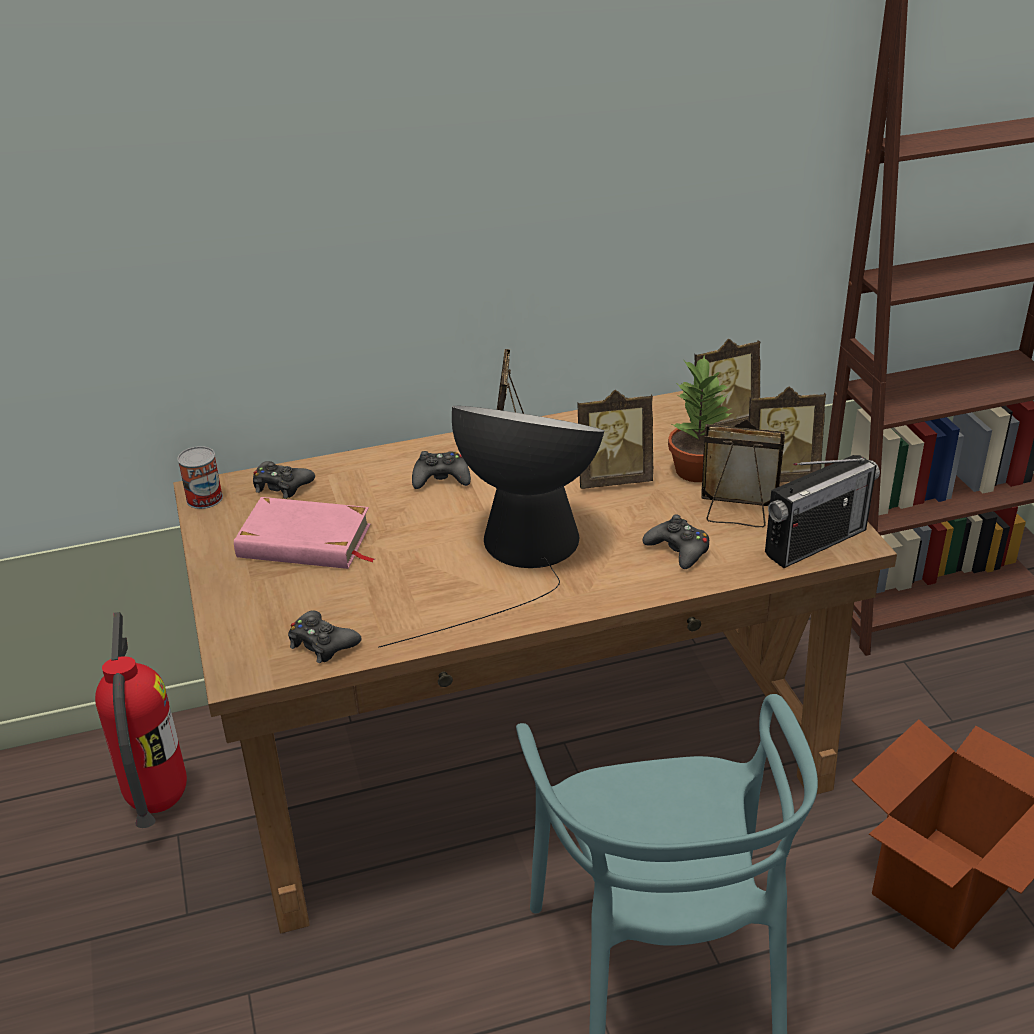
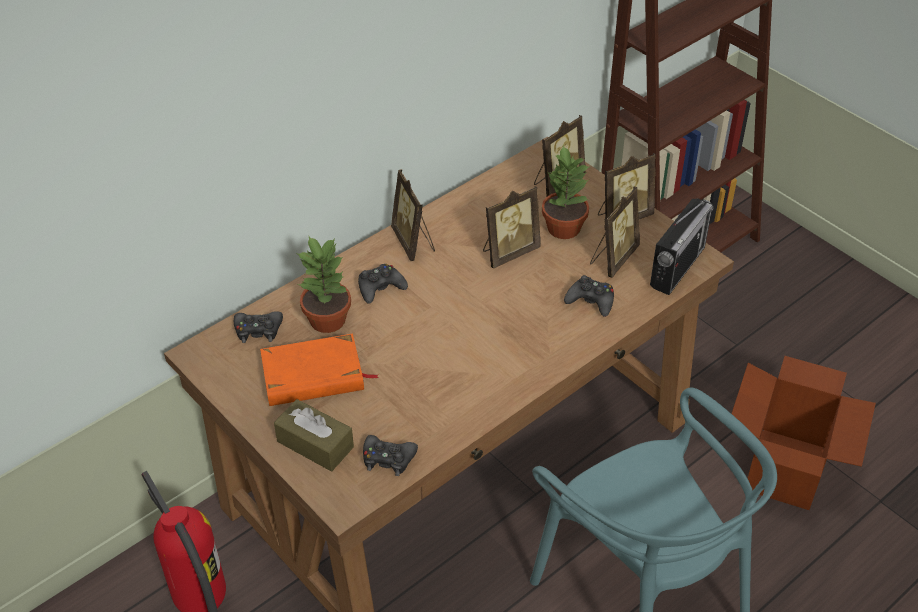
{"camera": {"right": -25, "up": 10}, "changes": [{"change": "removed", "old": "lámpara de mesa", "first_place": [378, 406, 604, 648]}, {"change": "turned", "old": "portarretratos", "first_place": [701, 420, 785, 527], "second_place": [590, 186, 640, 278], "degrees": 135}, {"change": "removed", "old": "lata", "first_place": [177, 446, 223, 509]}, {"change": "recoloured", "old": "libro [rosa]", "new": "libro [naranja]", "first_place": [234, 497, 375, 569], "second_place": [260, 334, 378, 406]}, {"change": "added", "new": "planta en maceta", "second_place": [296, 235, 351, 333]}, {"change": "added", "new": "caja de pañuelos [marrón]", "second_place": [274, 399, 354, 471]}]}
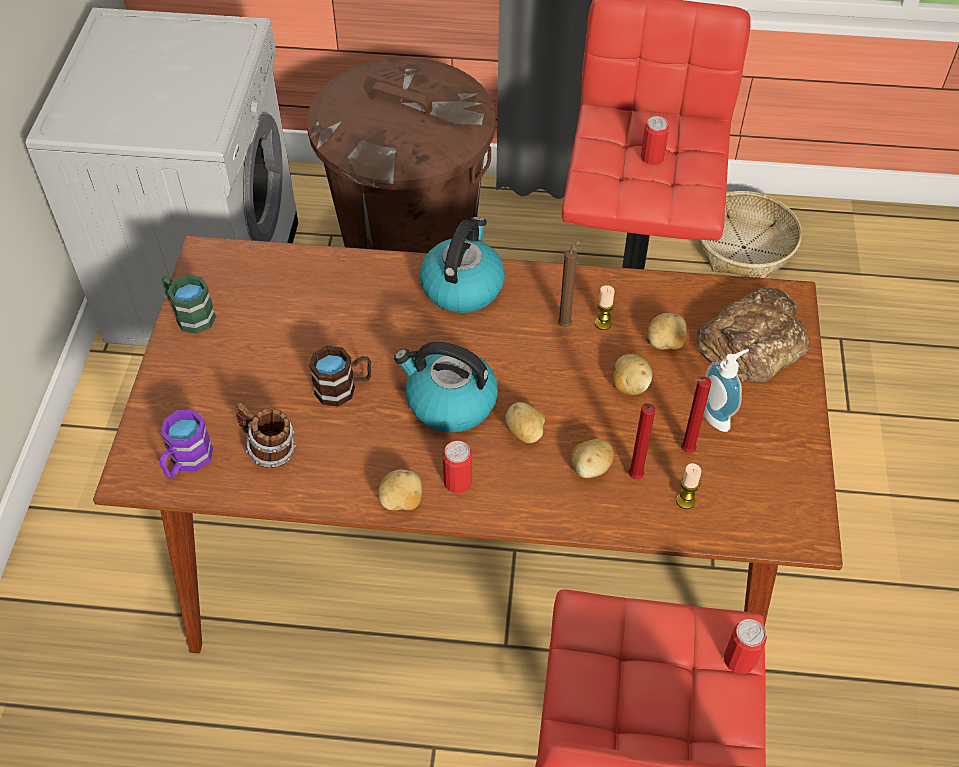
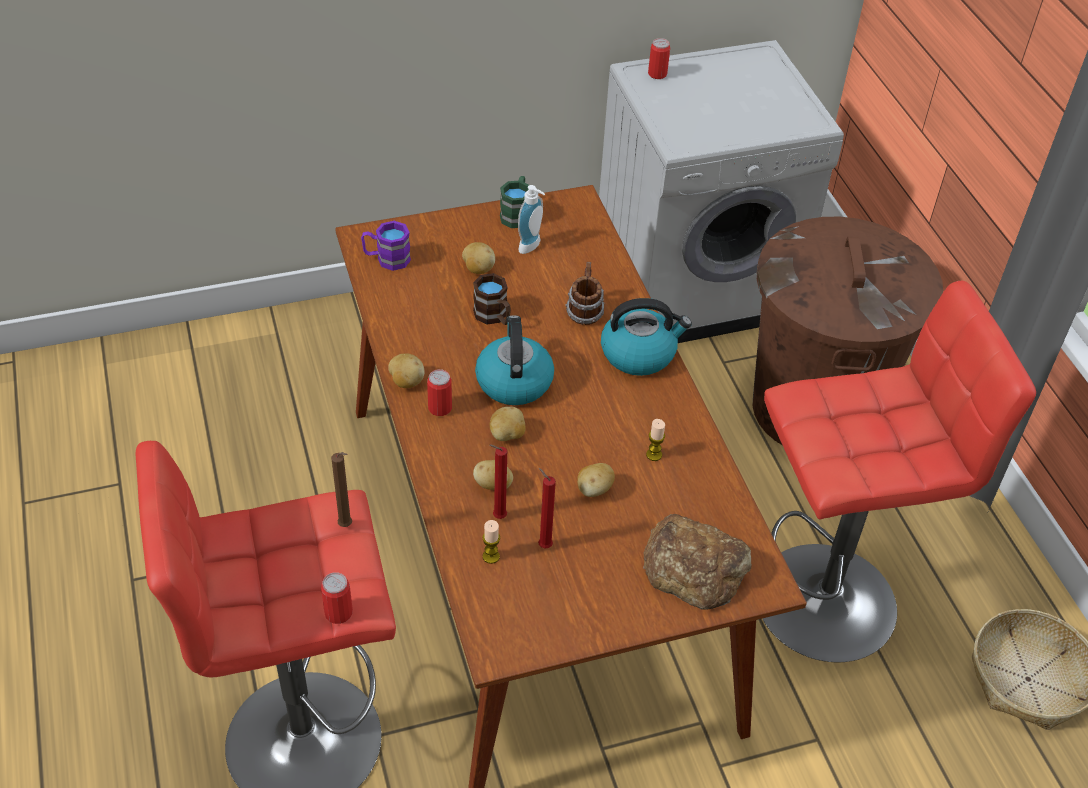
{"camera": {"right": 65, "up": -5}, "changes": [{"change": "moved", "old": "lata", "first_place": [641, 116, 669, 165], "second_place": [648, 38, 670, 79]}, {"change": "moved", "old": "vela [marrón]", "first_place": [558, 239, 582, 328], "second_place": [331, 452, 352, 527]}, {"change": "moved", "old": "patata", "first_place": [648, 313, 687, 350], "second_place": [462, 242, 495, 274]}, {"change": "moved", "old": "dispensador de jabón", "first_place": [703, 349, 749, 432], "second_place": [518, 185, 545, 254]}, {"change": "moved", "old": "taza grande", "first_place": [236, 403, 296, 468], "second_place": [565, 262, 605, 325]}]}
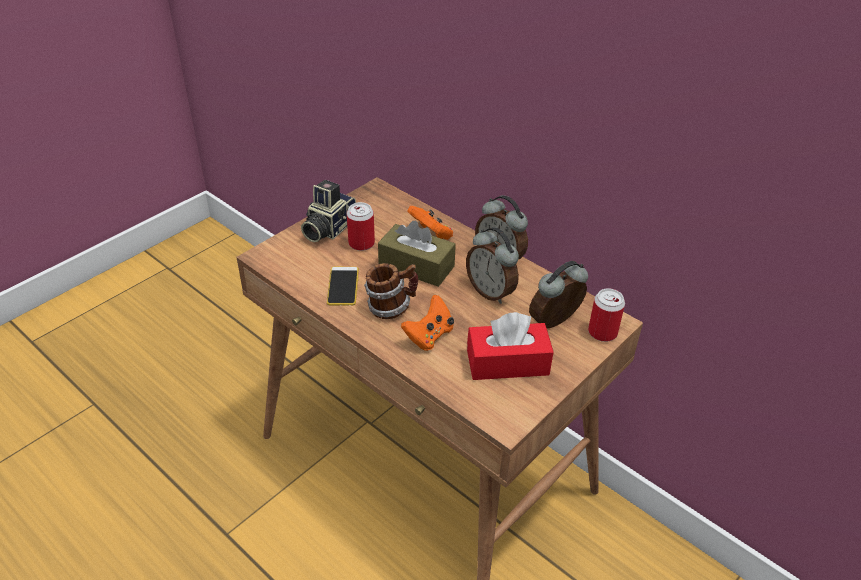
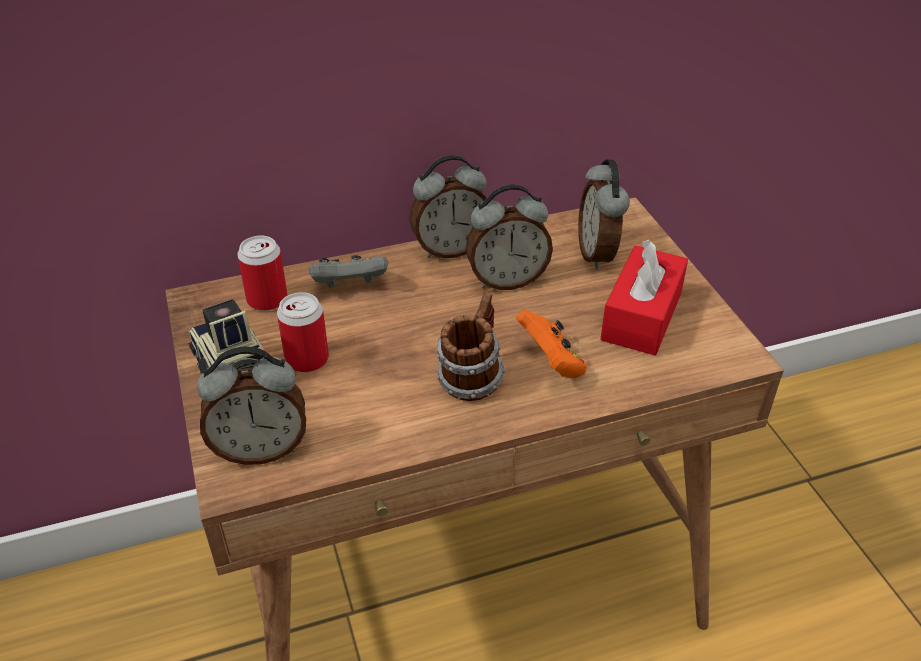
{"camera": {"right": -60, "up": 0}, "changes": [{"change": "recoloured", "old": "mando de consola [naranja]", "new": "mando de consola [gris]", "first_place": [407, 206, 453, 240], "second_place": [309, 255, 388, 288]}, {"change": "removed", "old": "caja de pañuelos [marrón]", "first_place": [378, 221, 456, 287]}, {"change": "removed", "old": "móvil", "first_place": [327, 267, 359, 306]}, {"change": "moved", "old": "lata", "first_place": [588, 288, 625, 342], "second_place": [237, 235, 287, 311]}, {"change": "added", "new": "despertador", "second_place": [197, 347, 306, 465]}]}
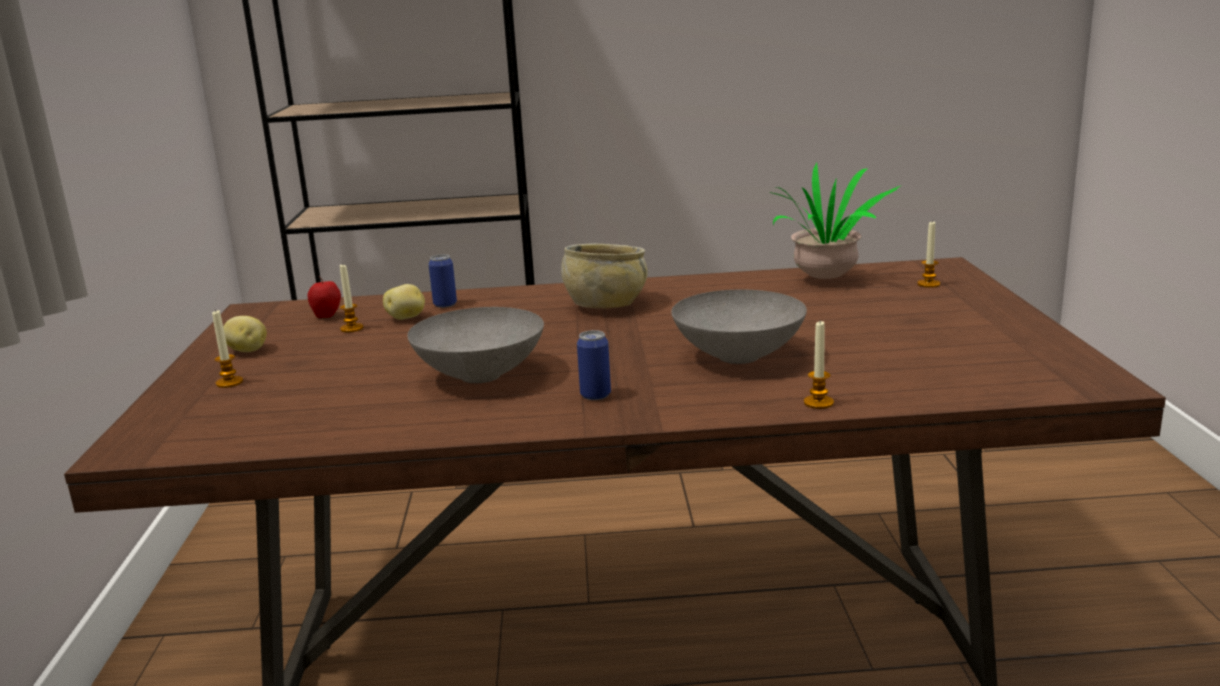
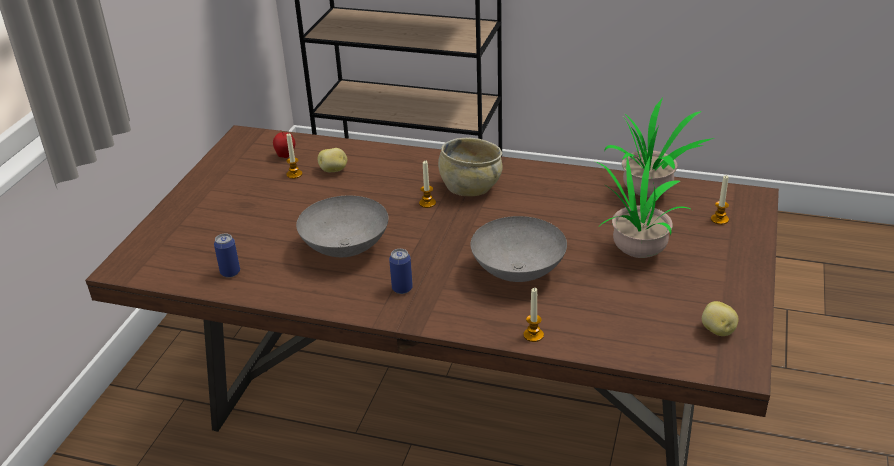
{"camera": {"right": 20, "up": 15}, "changes": [{"change": "moved", "old": "lata", "first_place": [429, 254, 457, 308], "second_place": [214, 233, 240, 278]}, {"change": "moved", "old": "vela", "first_place": [212, 309, 243, 388], "second_place": [419, 161, 436, 208]}, {"change": "moved", "old": "patata", "first_place": [223, 316, 267, 352], "second_place": [702, 301, 739, 336]}, {"change": "added", "new": "planta en maceta", "second_place": [593, 156, 692, 258]}]}
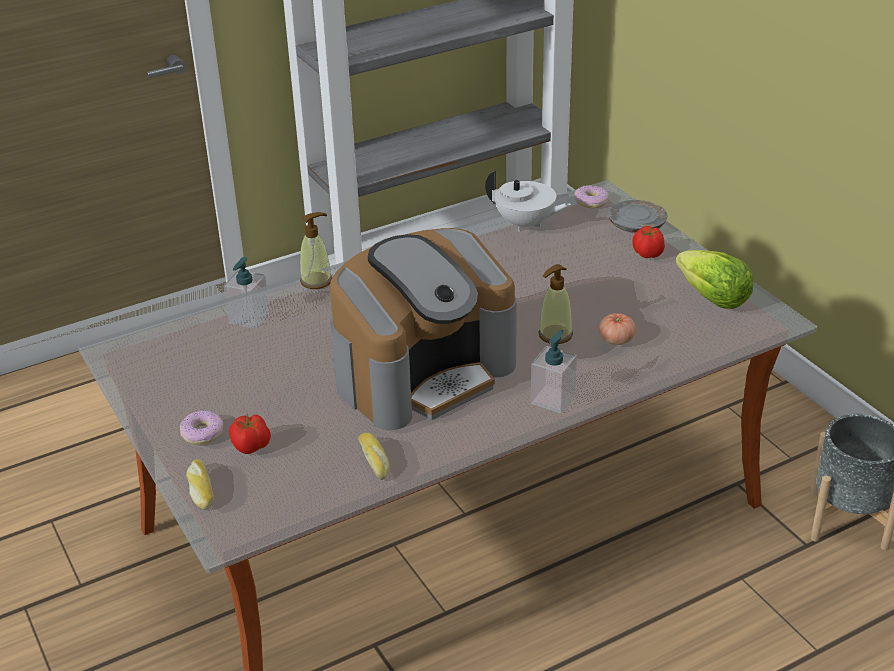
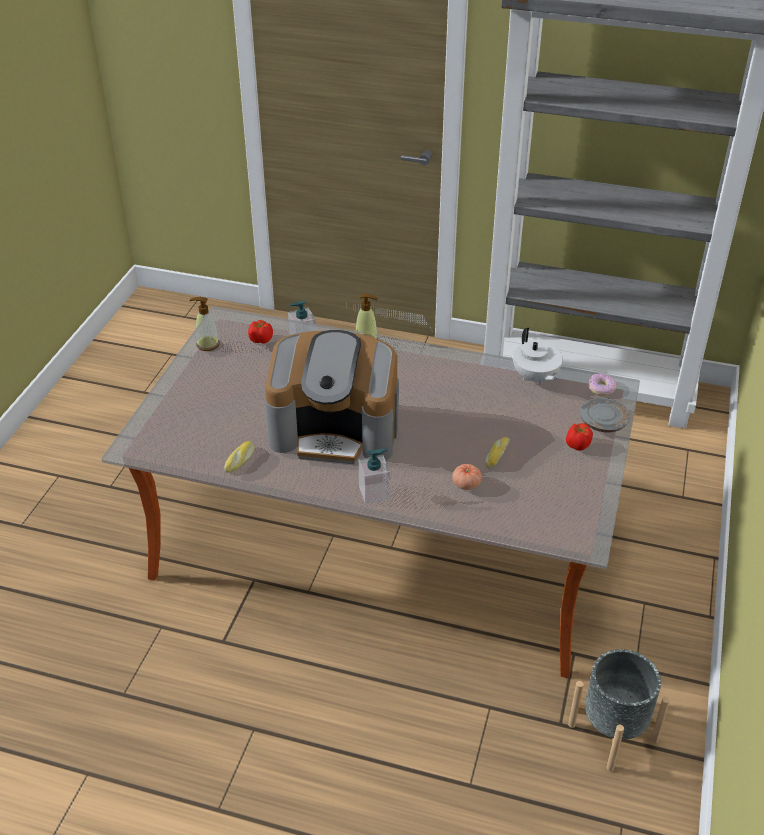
{"camera": {"right": 45, "up": 5}, "changes": [{"change": "removed", "old": "lechuga", "first_place": [675, 250, 753, 309]}, {"change": "moved", "old": "dispensador de jabón", "first_place": [538, 264, 573, 344], "second_place": [189, 297, 220, 351]}, {"change": "removed", "old": "rosquilla", "first_place": [180, 410, 223, 445]}, {"change": "moved", "old": "tomate", "first_place": [229, 414, 271, 454], "second_place": [248, 320, 273, 344]}, {"change": "moved", "old": "pan", "first_place": [186, 459, 214, 509], "second_place": [485, 437, 510, 469]}]}
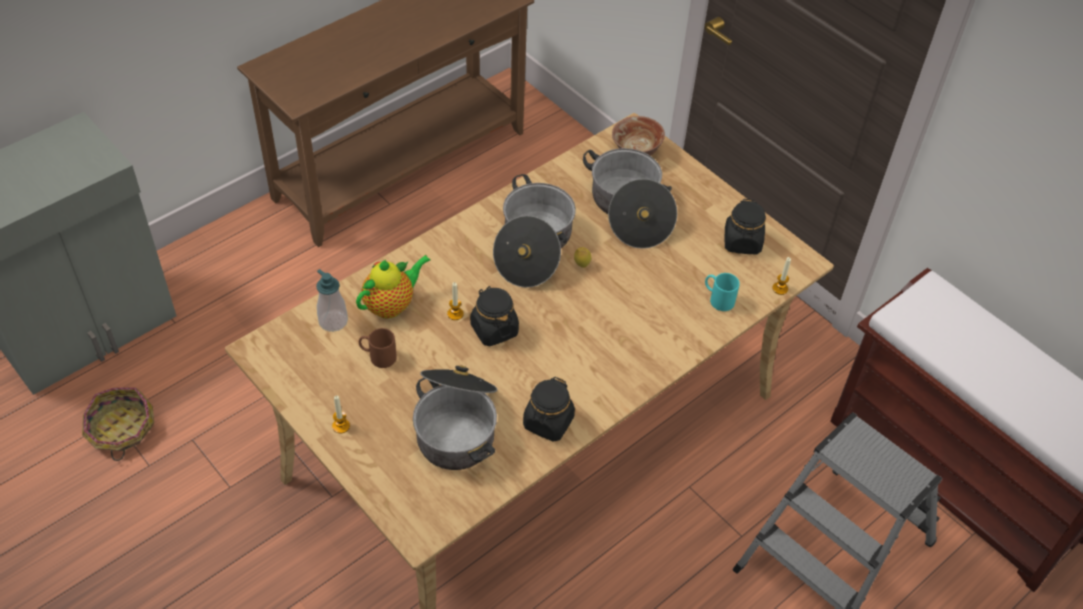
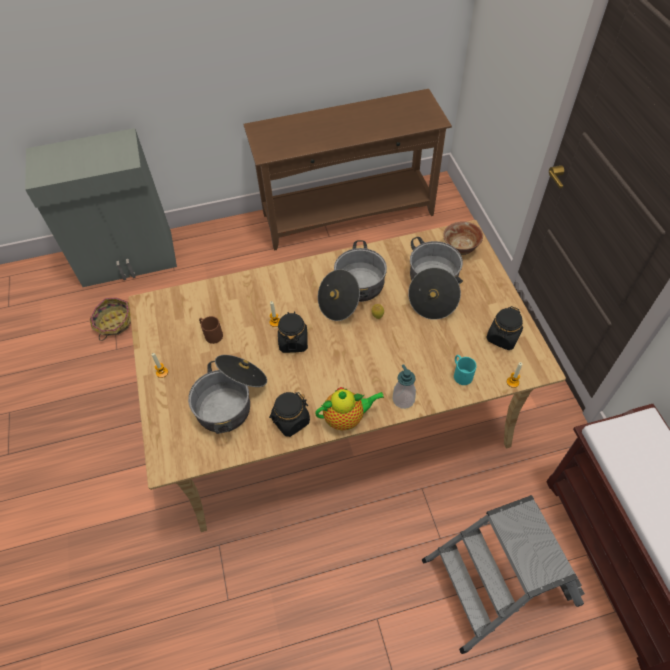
{"camera": {"right": 30, "up": 5}, "changes": [{"change": "moved", "old": "tetera", "first_place": [356, 255, 431, 319], "second_place": [315, 387, 384, 430]}, {"change": "moved", "old": "dispensador de jabón", "first_place": [316, 269, 348, 332], "second_place": [392, 365, 416, 409]}]}
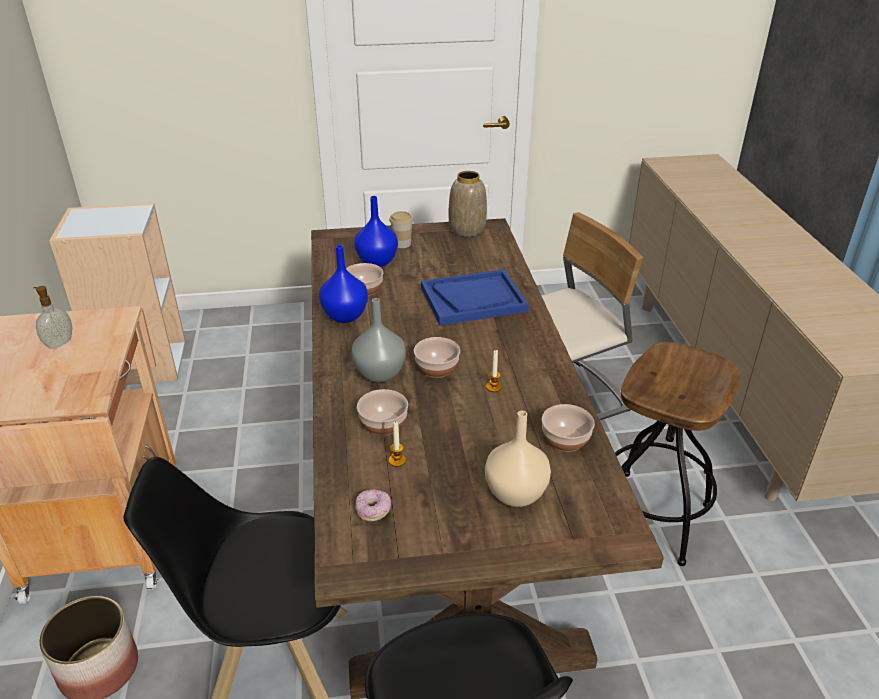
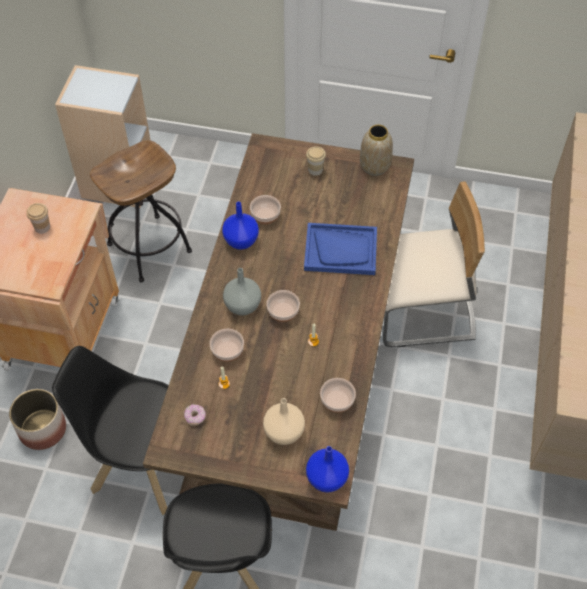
{"camera": {"right": 20, "up": 20}, "changes": [{"change": "moved", "old": "florero [azul]", "first_place": [354, 196, 398, 267], "second_place": [306, 446, 349, 493]}, {"change": "replaced", "old": "dispensador de jabón", "new": "taza", "first_place": [33, 286, 72, 349], "second_place": [26, 203, 50, 234]}, {"change": "moved", "old": "taburete [marrón]", "first_place": [615, 342, 740, 566], "second_place": [90, 140, 192, 282]}]}
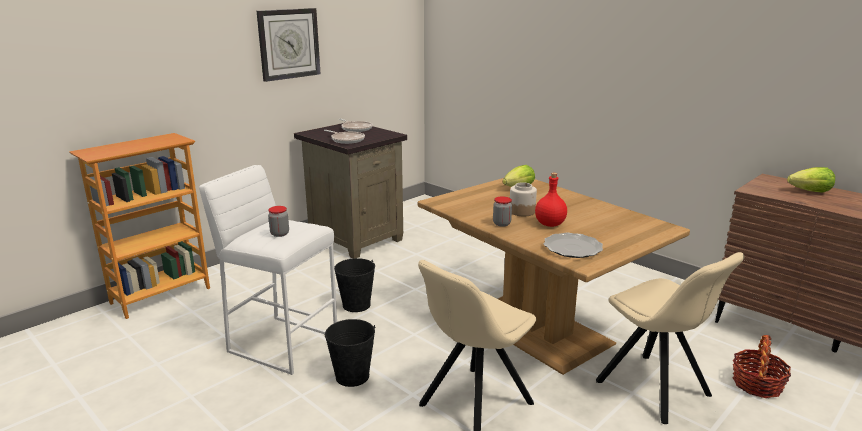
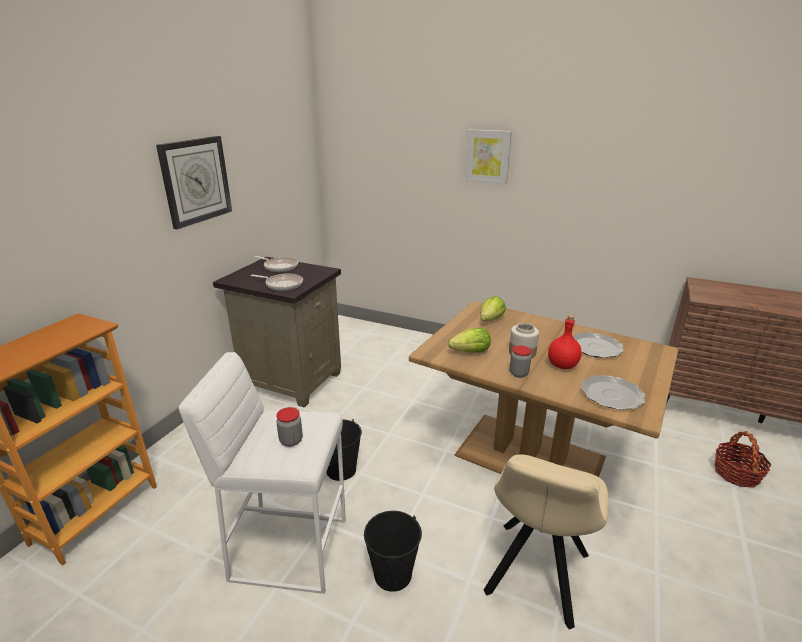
{"camera": {"right": -20, "up": 5}, "changes": [{"change": "moved", "old": "lechuga", "first_place": [787, 167, 835, 193], "second_place": [448, 328, 491, 353]}, {"change": "removed", "old": "silla [beis]", "first_place": [596, 252, 744, 424]}, {"change": "added", "new": "cuadro", "second_place": [465, 129, 512, 184]}, {"change": "added", "new": "plato", "second_place": [573, 332, 624, 358]}]}
